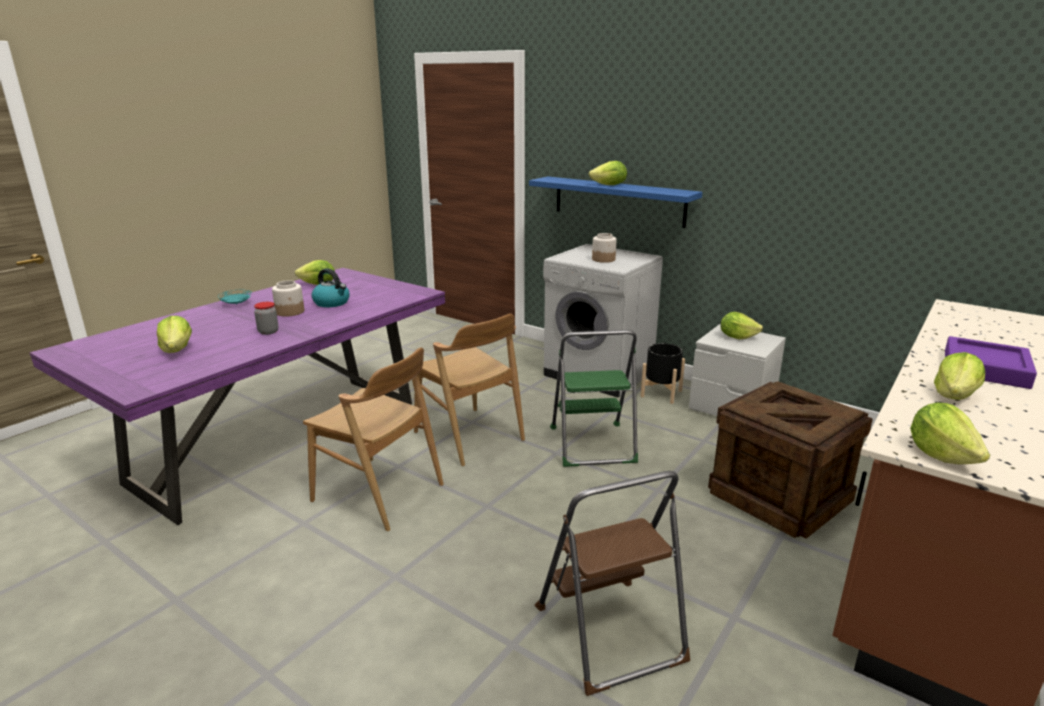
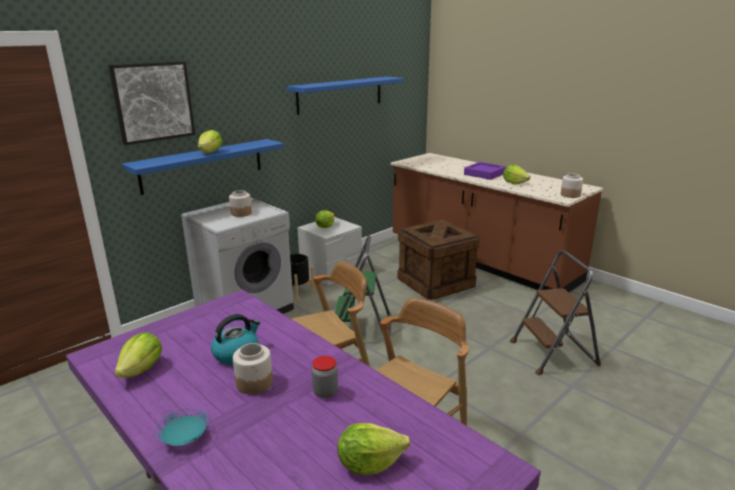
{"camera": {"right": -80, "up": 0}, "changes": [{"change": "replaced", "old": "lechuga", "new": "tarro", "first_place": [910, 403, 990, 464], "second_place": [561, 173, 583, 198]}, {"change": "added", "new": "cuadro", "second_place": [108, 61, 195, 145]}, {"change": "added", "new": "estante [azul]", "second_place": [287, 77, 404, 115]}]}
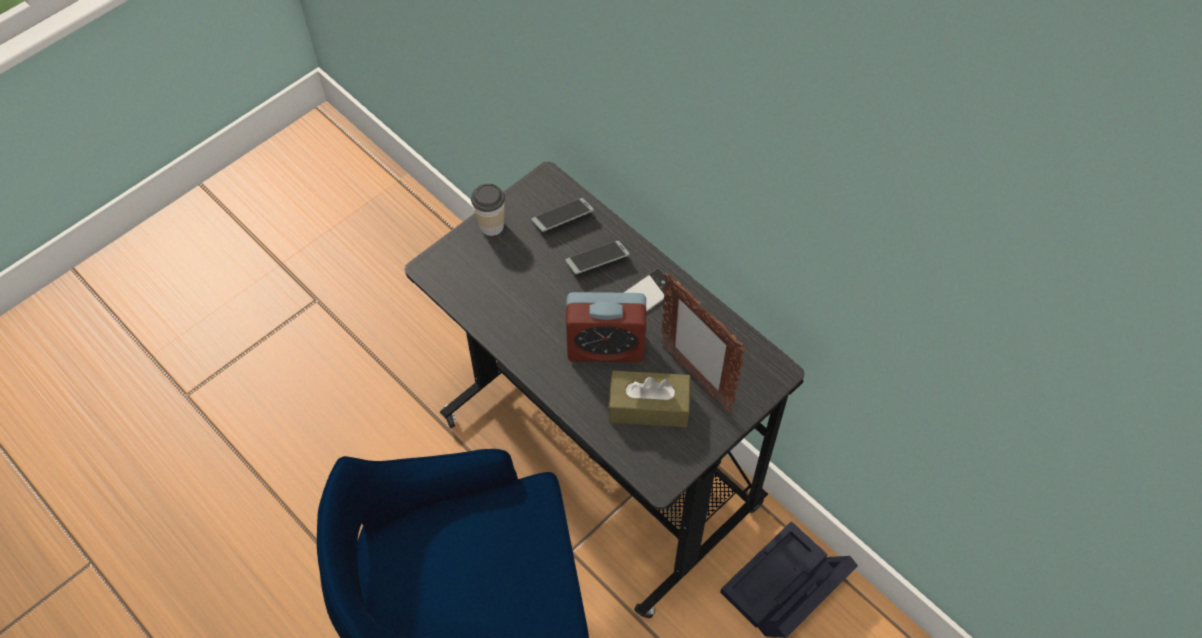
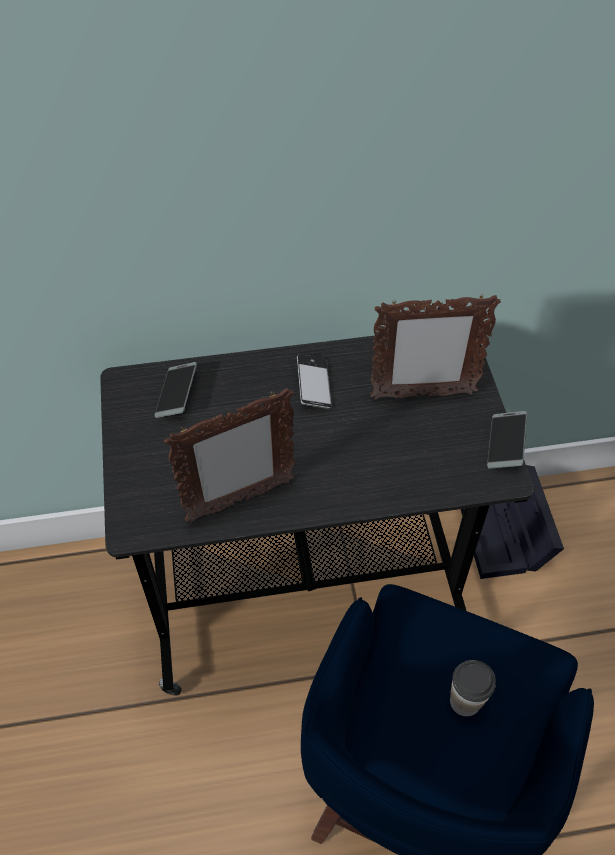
{"camera": {"right": -55, "up": -5}, "changes": [{"change": "moved", "old": "taza", "first_place": [471, 184, 505, 236], "second_place": [450, 660, 496, 717]}, {"change": "moved", "old": "móvil", "first_place": [565, 241, 630, 274], "second_place": [487, 411, 527, 469]}, {"change": "removed", "old": "despertador", "first_place": [566, 292, 646, 362]}, {"change": "removed", "old": "caja de pañuelos [marrón]", "first_place": [608, 371, 690, 427]}, {"change": "added", "new": "portarretratos", "second_place": [164, 388, 295, 523]}]}
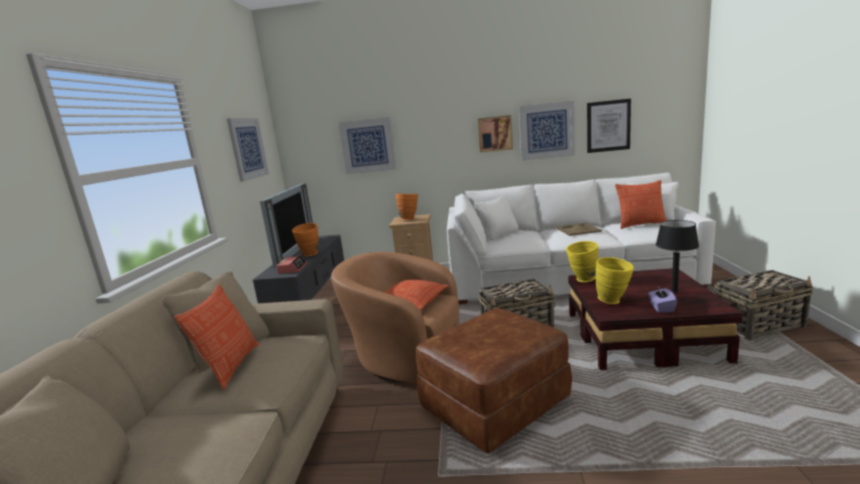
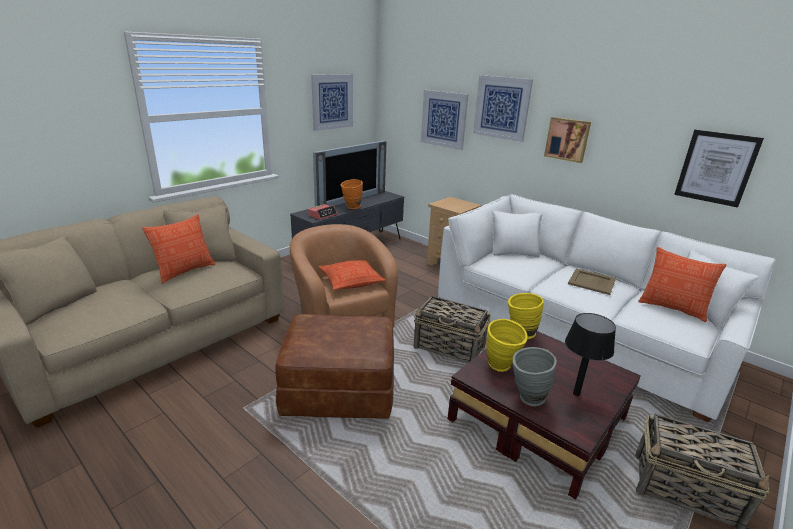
{"camera": {"right": 35, "up": 10}, "changes": [{"change": "moved", "old": "cuadro", "first_place": [519, 101, 575, 161], "second_place": [473, 75, 533, 142]}, {"change": "removed", "old": "florero [naranja]", "first_place": [396, 194, 418, 220]}, {"change": "replaced", "old": "caja de pañuelos [morado]", "new": "florero [gris]", "first_place": [648, 287, 677, 313], "second_place": [513, 347, 557, 406]}]}
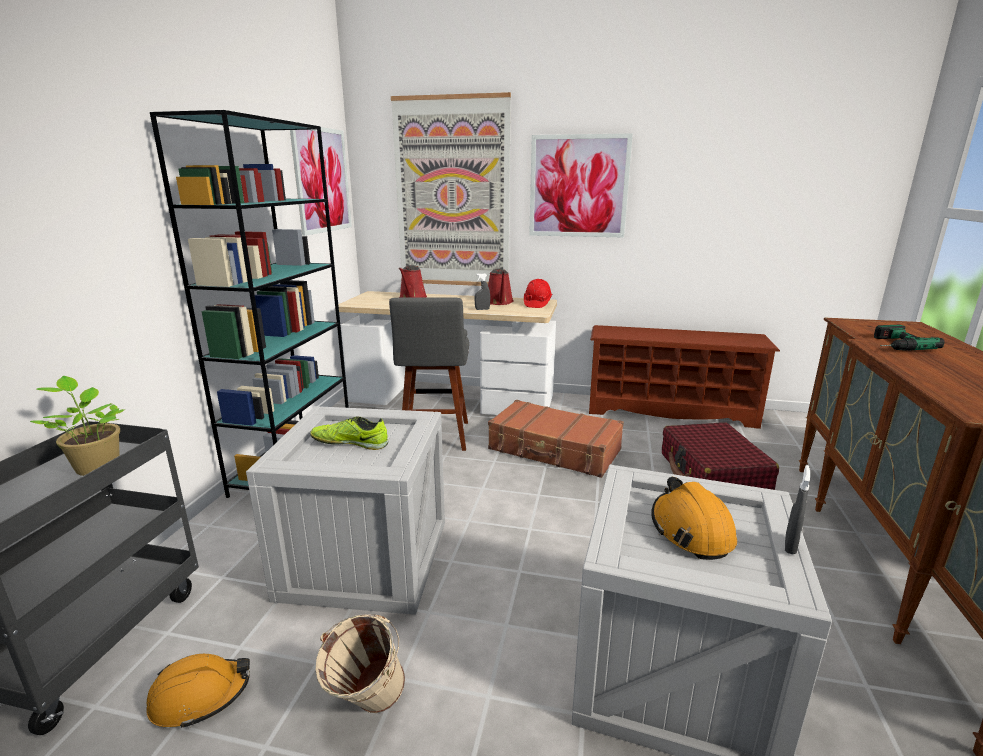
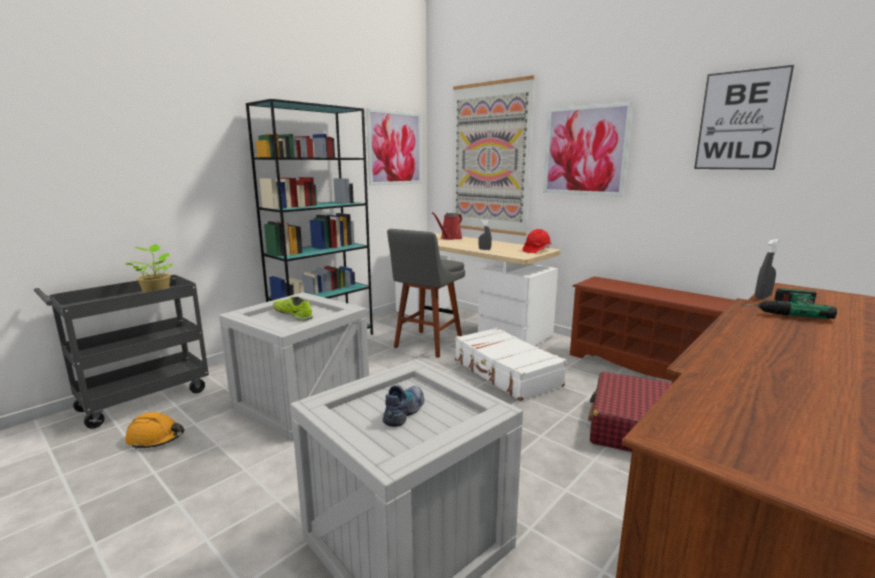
{"camera": {"right": 30, "up": -5}, "changes": [{"change": "removed", "old": "regadera [rojo]", "first_place": [488, 268, 514, 305]}, {"change": "recoloured", "old": "maleta [marrón]", "new": "maleta [blanco]", "first_place": [488, 400, 624, 478], "second_place": [455, 327, 567, 401]}, {"change": "moved", "old": "pulverizador [gris]", "first_place": [785, 465, 810, 554], "second_place": [755, 239, 780, 299]}, {"change": "replaced", "old": "casco [naranja]", "new": "zapato", "first_place": [651, 477, 737, 560], "second_place": [383, 385, 424, 427]}, {"change": "removed", "old": "cubo [beis]", "first_place": [316, 614, 405, 713]}, {"change": "added", "new": "cuadro", "second_place": [694, 65, 794, 170]}]}
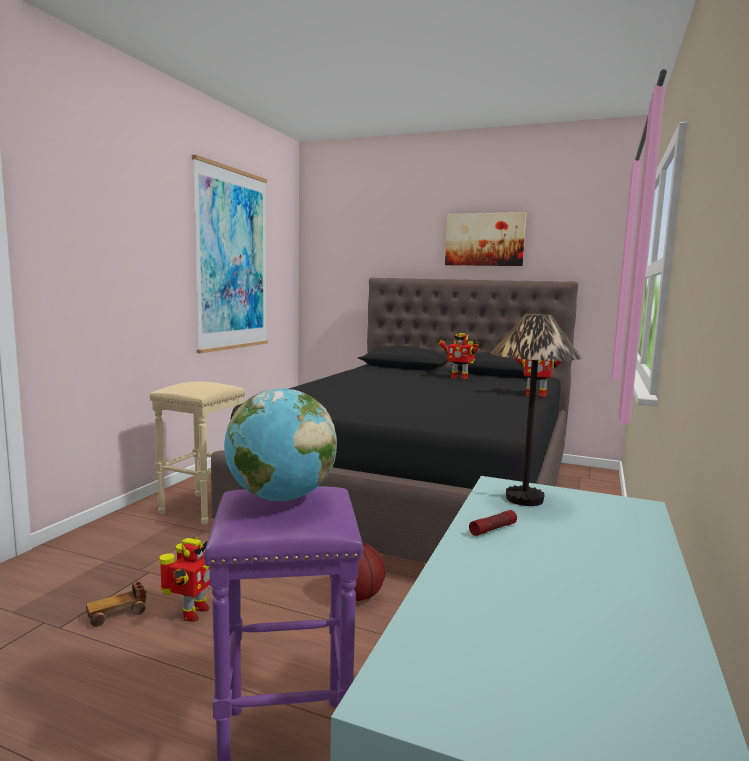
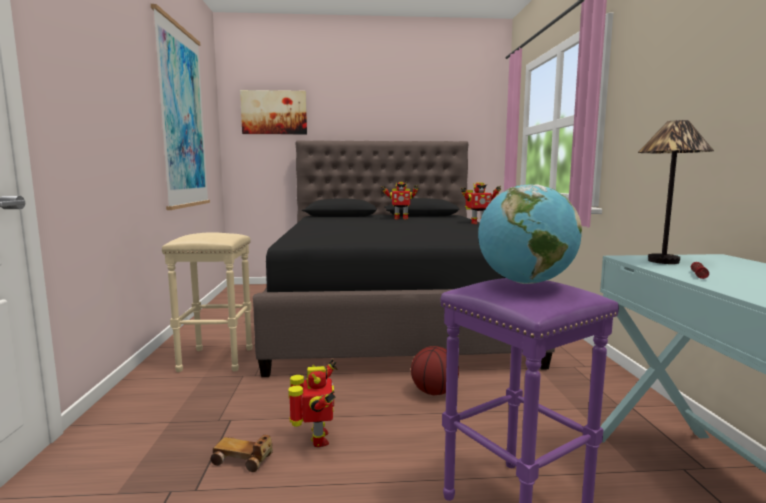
{"camera": {"right": -25, "up": 0}, "changes": [{"change": "moved", "old": "cuadro", "first_place": [445, 212, 526, 266], "second_place": [240, 90, 307, 135]}, {"change": "turned", "old": "coche de juguete", "first_place": [86, 581, 146, 627], "second_place": [211, 435, 273, 472], "degrees": 75}]}
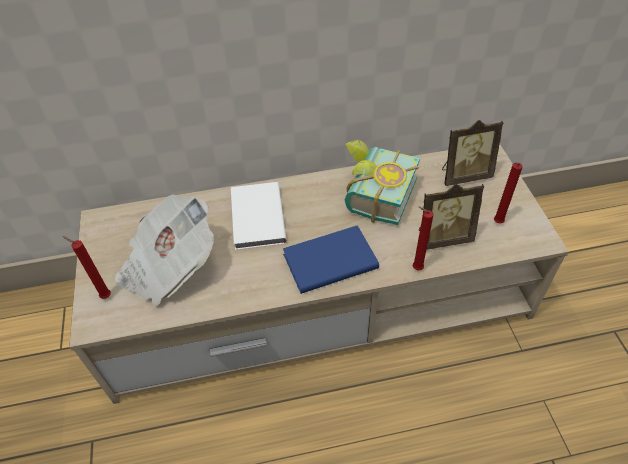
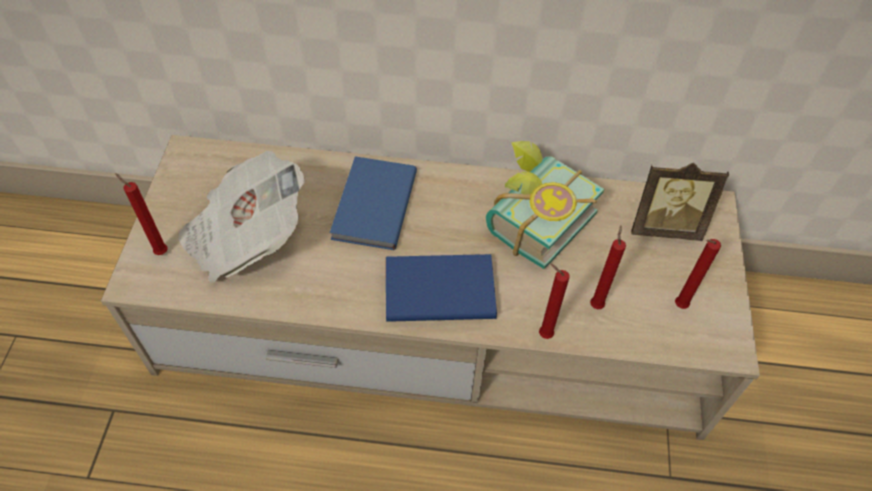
{"camera": {"right": 15, "up": 5}, "changes": [{"change": "recoloured", "old": "libro [blanco]", "new": "libro [azul]", "first_place": [231, 182, 287, 250], "second_place": [330, 156, 417, 250]}, {"change": "replaced", "old": "portarretratos", "new": "vela [rojo]", "first_place": [419, 184, 484, 250], "second_place": [590, 225, 626, 309]}]}
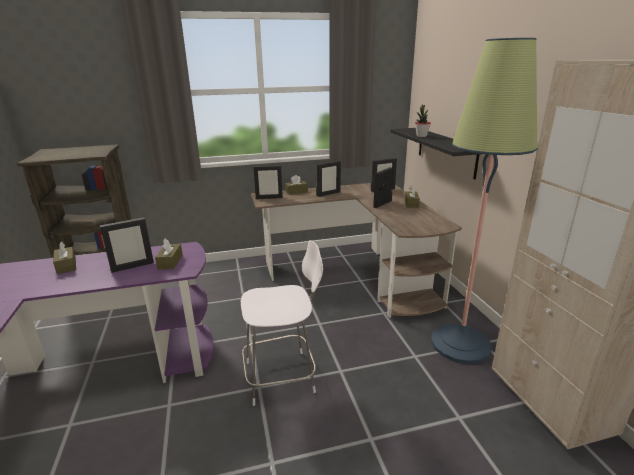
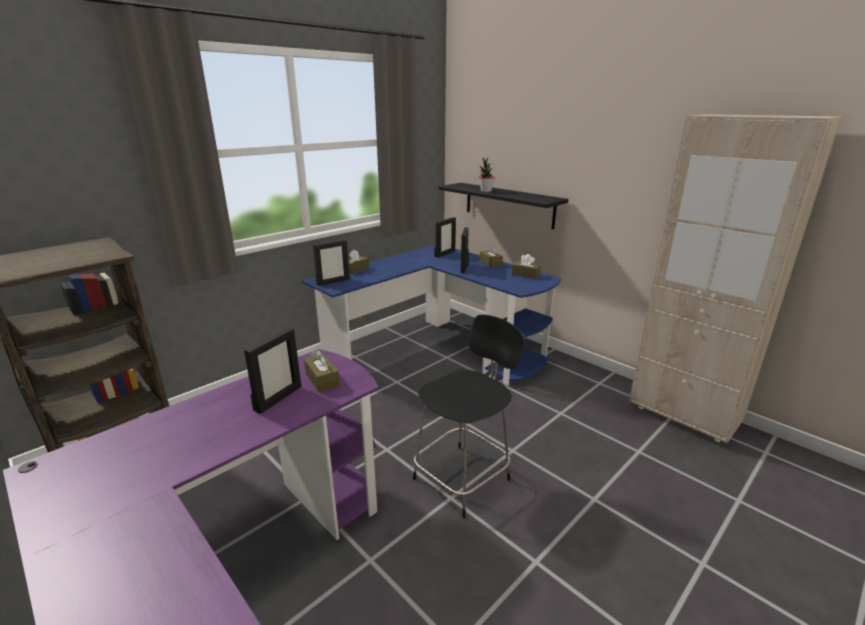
{"camera": {"right": -30, "up": 0}, "changes": [{"change": "removed", "old": "lámpara de pie", "first_place": [431, 38, 537, 364]}, {"change": "removed", "old": "portarretratos", "first_place": [316, 161, 341, 197]}, {"change": "recoloured", "old": "escritorio [marrón]", "new": "escritorio [azul]", "first_place": [251, 183, 462, 318], "second_place": [302, 245, 561, 386]}, {"change": "recoloured", "old": "silla [blanco]", "new": "silla [negro]", "first_place": [241, 240, 323, 406], "second_place": [413, 315, 525, 518]}, {"change": "moved", "old": "caja de pañuelos [marrón]", "first_place": [53, 242, 76, 274], "second_place": [512, 254, 541, 279]}]}
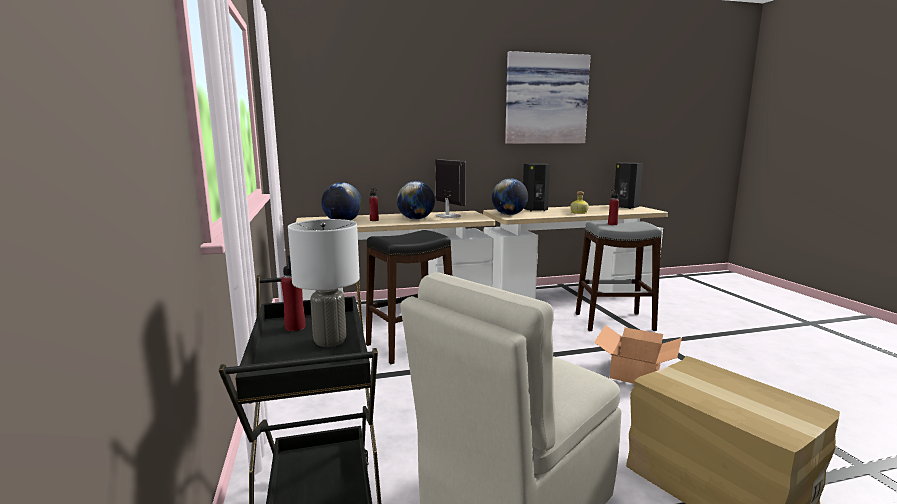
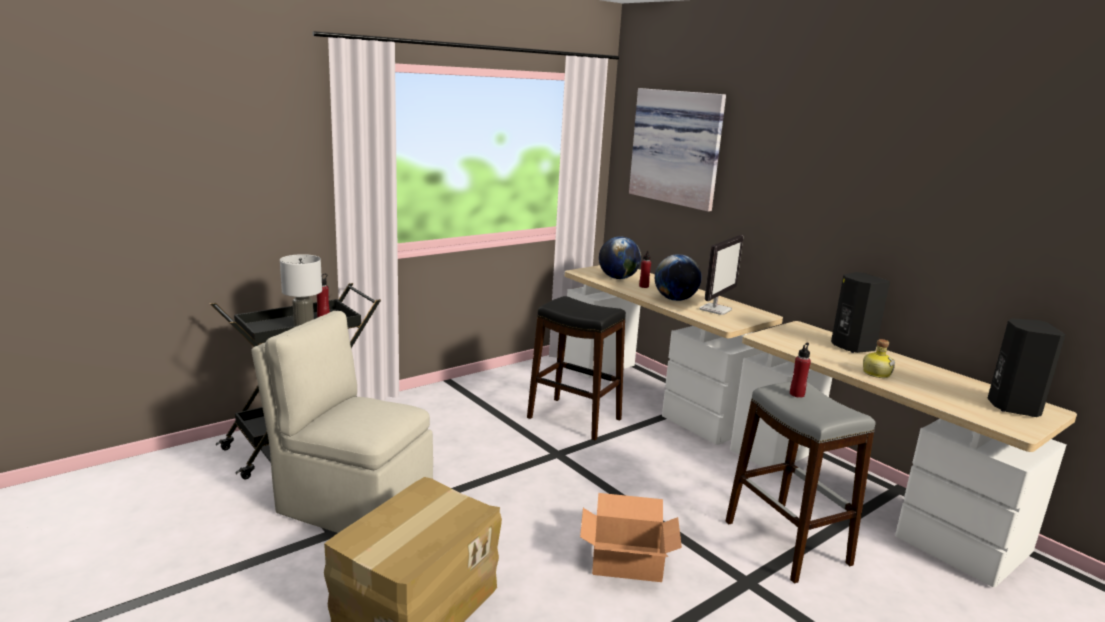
{"camera": {"right": 65, "up": 5}, "changes": [{"change": "moved", "old": "cuadro", "first_place": [505, 51, 591, 144], "second_place": [629, 88, 726, 212]}, {"change": "removed", "old": "globo terráqueo", "first_place": [492, 178, 528, 215]}]}
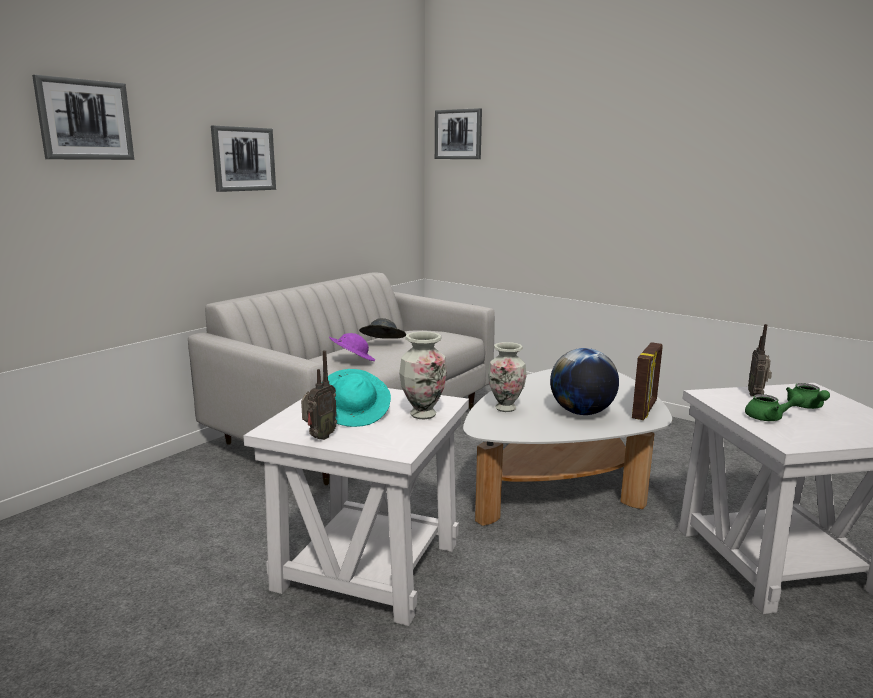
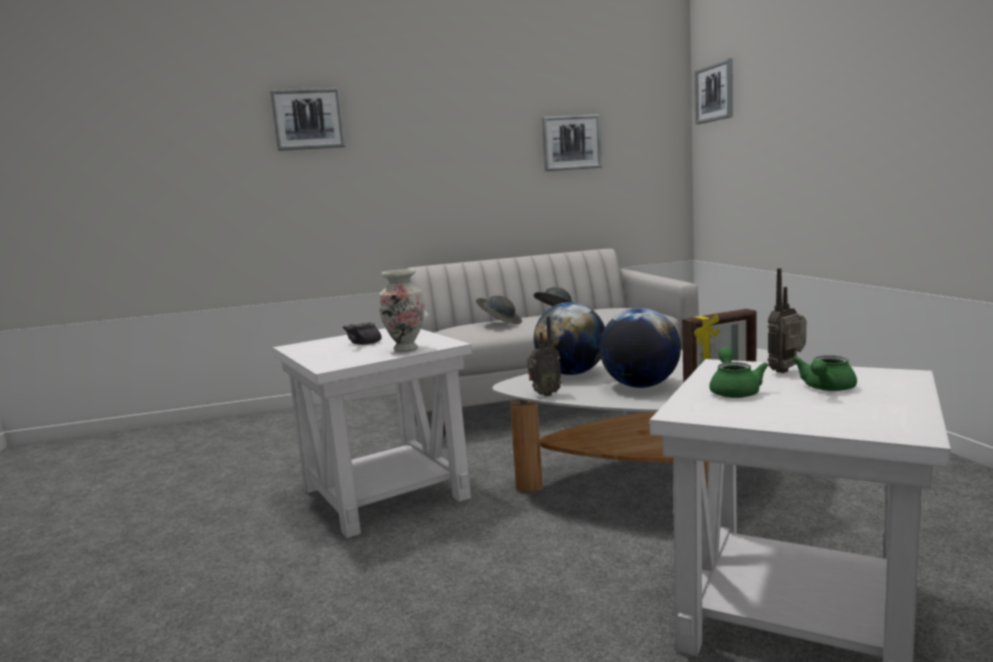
{"camera": {"right": 40, "up": -5}, "changes": [{"change": "moved", "old": "cuadro", "first_place": [211, 126, 276, 192], "second_place": [542, 114, 602, 171]}, {"change": "recoloured", "old": "sombrero [morado]", "new": "sombrero [gris]", "first_place": [329, 333, 375, 361], "second_place": [476, 296, 522, 324]}, {"change": "replaced", "old": "florero", "new": "globo terráqueo", "first_place": [488, 342, 527, 412], "second_place": [534, 302, 605, 375]}, {"change": "moved", "old": "radio", "first_place": [301, 350, 337, 440], "second_place": [527, 316, 562, 396]}, {"change": "replaced", "old": "sombrero [turquesa]", "new": "tetera [gris]", "first_place": [328, 369, 391, 427], "second_place": [343, 323, 382, 345]}, {"change": "turned", "old": "tetera [verde]", "first_place": [745, 394, 805, 421], "second_place": [710, 347, 769, 398], "degrees": -135}]}
